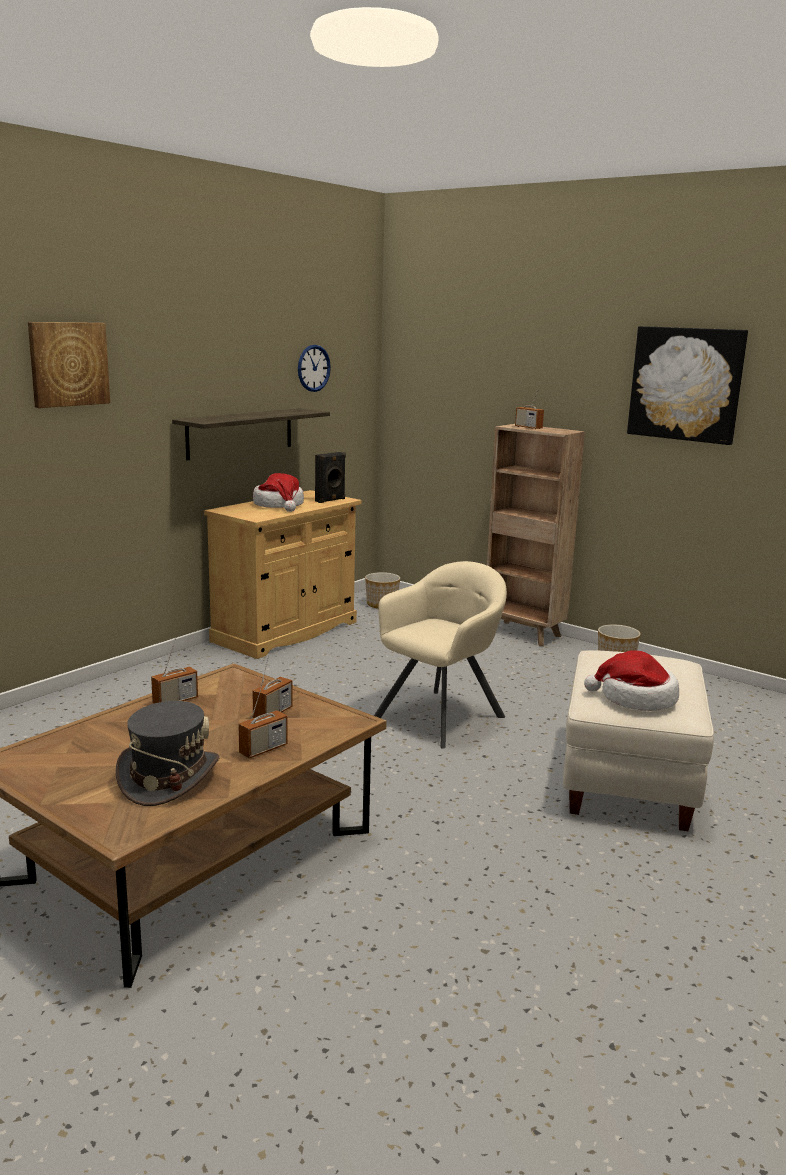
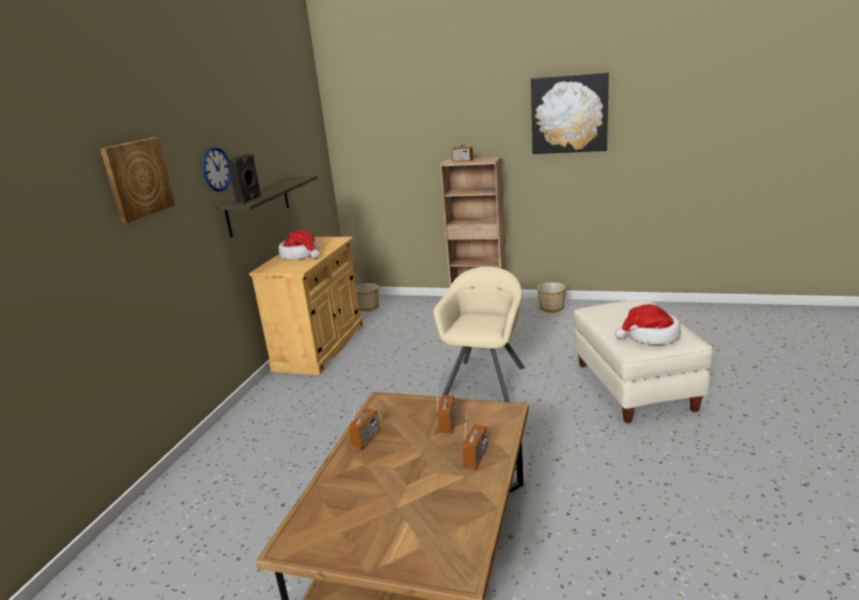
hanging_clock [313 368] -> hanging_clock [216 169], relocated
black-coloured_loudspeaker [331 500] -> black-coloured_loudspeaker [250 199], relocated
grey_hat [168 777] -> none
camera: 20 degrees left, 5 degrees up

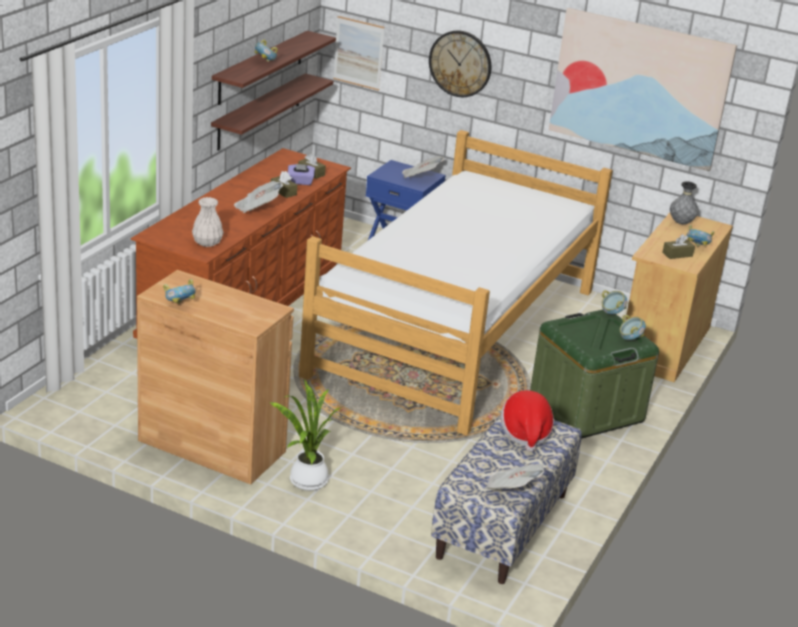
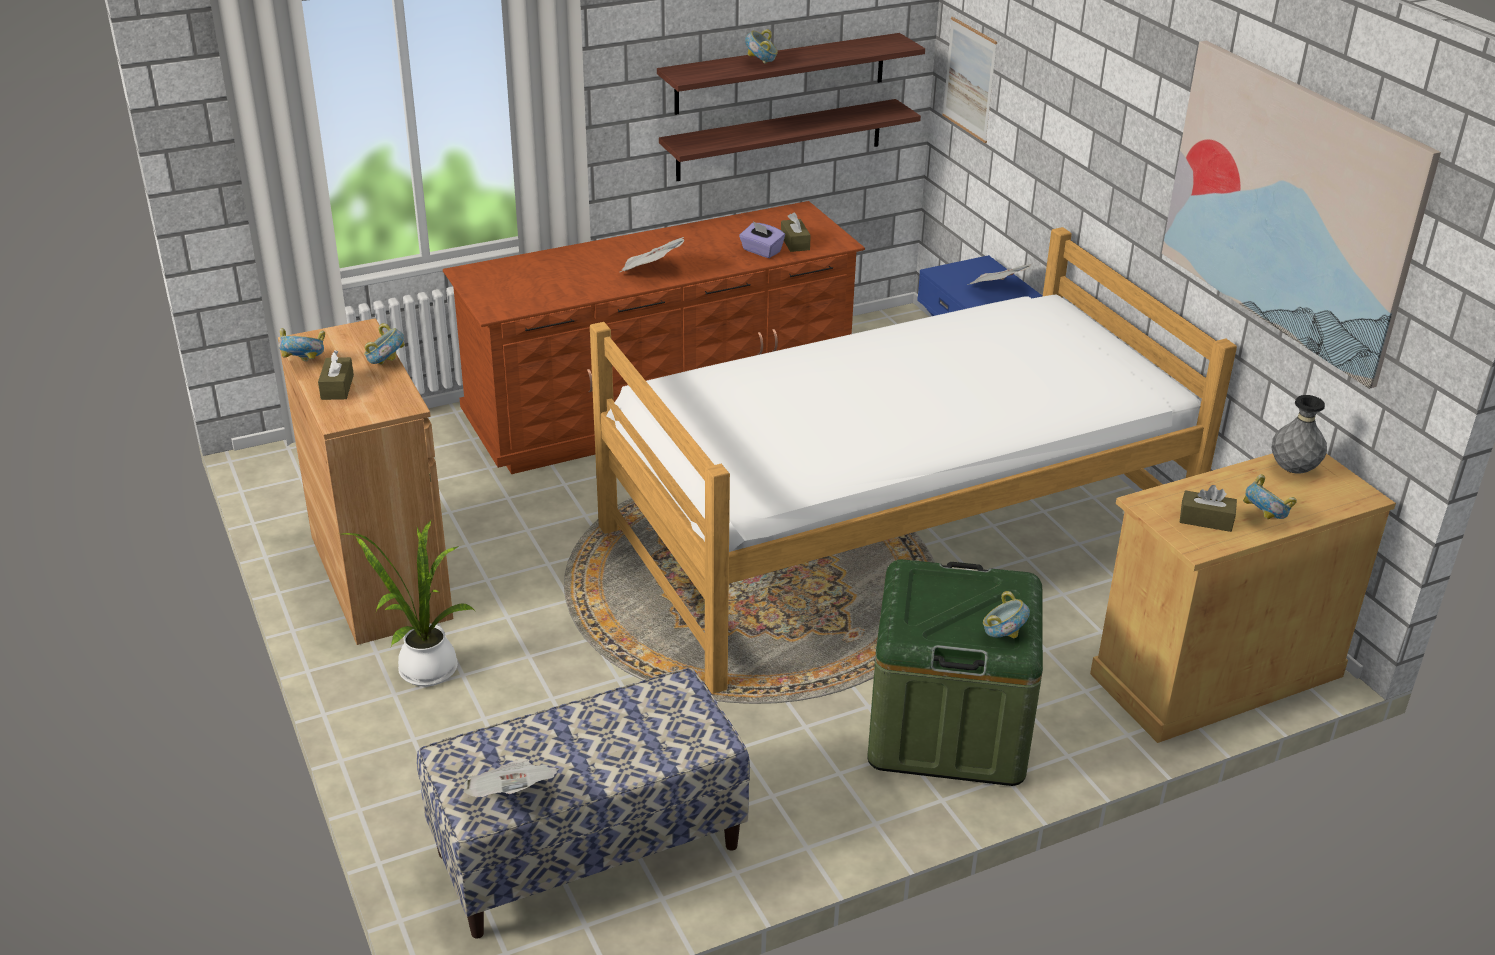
hanging_clock [460 63] -> none
brown-coloured_box_of_tissues [283 192] -> brown-coloured_box_of_tissues [337 387], relocated
whitish_flower_vase [207 243] -> none
serving_bowl [611 313] -> serving_bowl [386 364], relocated
hat [525 433] -> none
camera: 40 degrees right, 5 degrees up

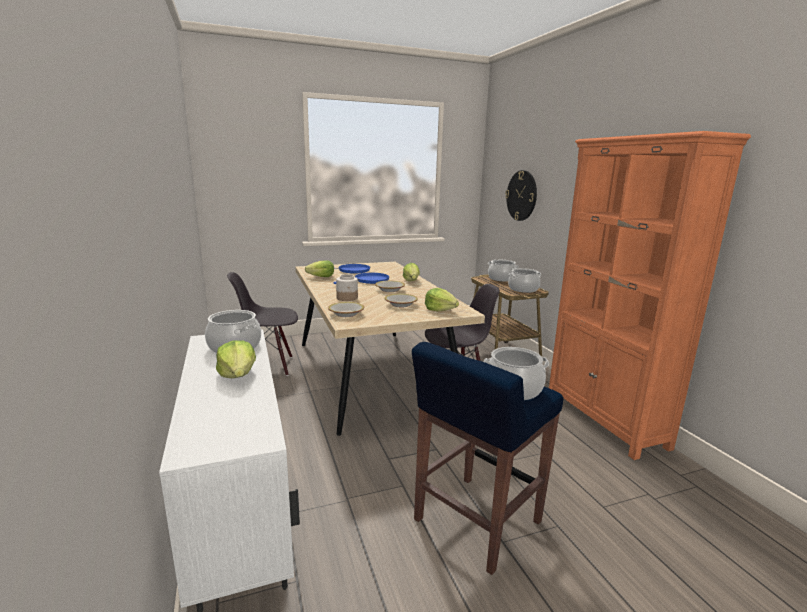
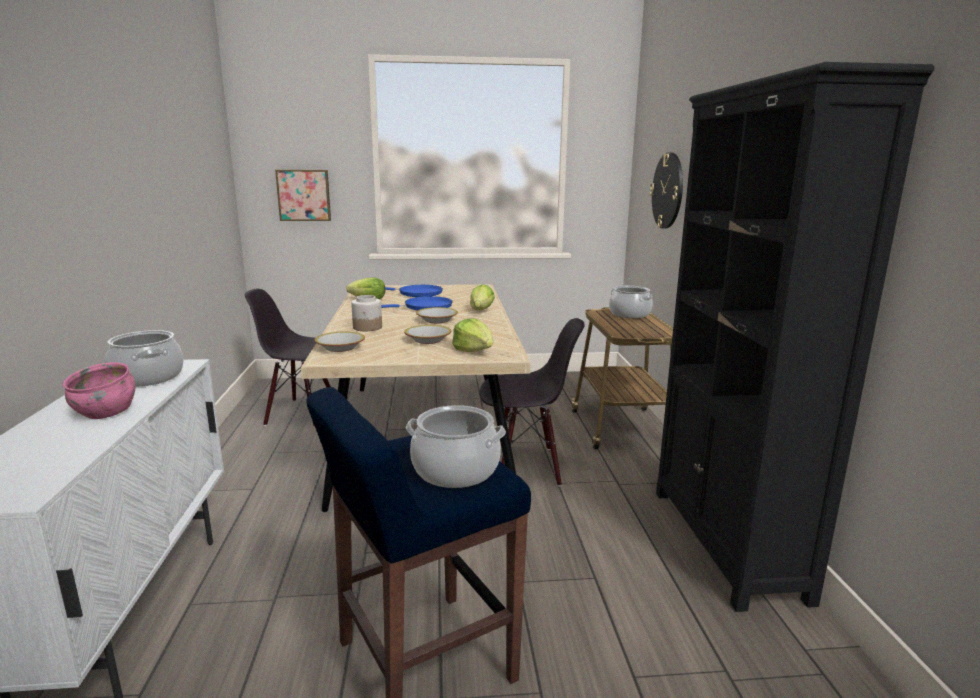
orange-coloured_bookcase [604 420] -> black-coloured_bookcase [726 543]
cooking_pot [523 289] -> none
lettuce [238 375] -> pink_serving_bowl [105 412]
none -> picture [304 195]
camera: 15 degrees right, 0 degrees up

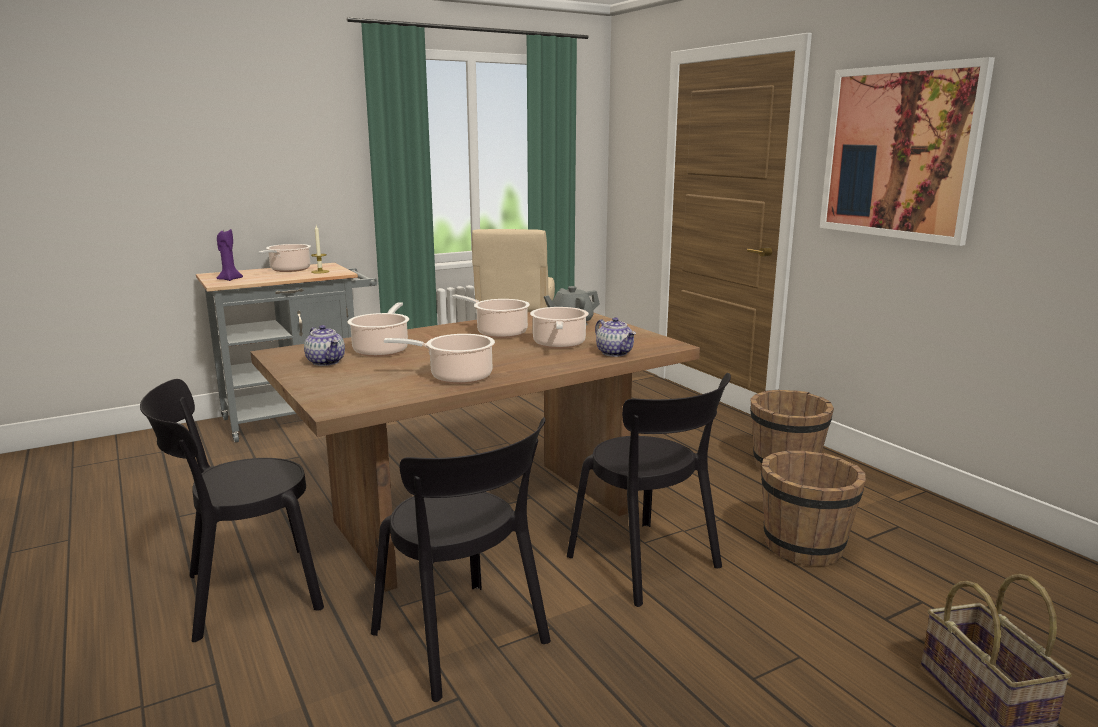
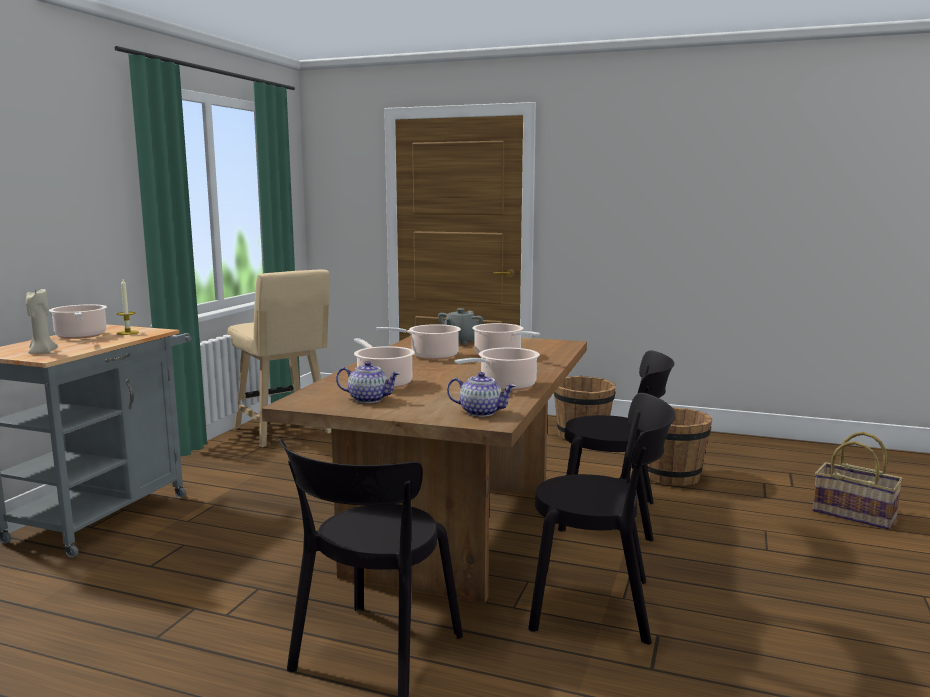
picture [899 152] -> none
purple-coloured_wax_candle [229 279] -> sand-coloured_wax_candle [42 352]
pot_for_tea [615 353] -> pot_for_tea [481 412], relocated
camera: 40 degrees left, 5 degrees down

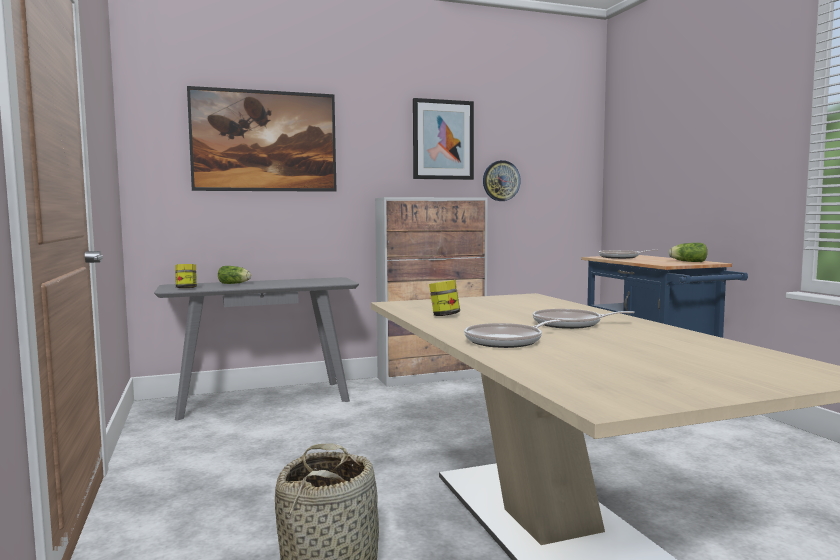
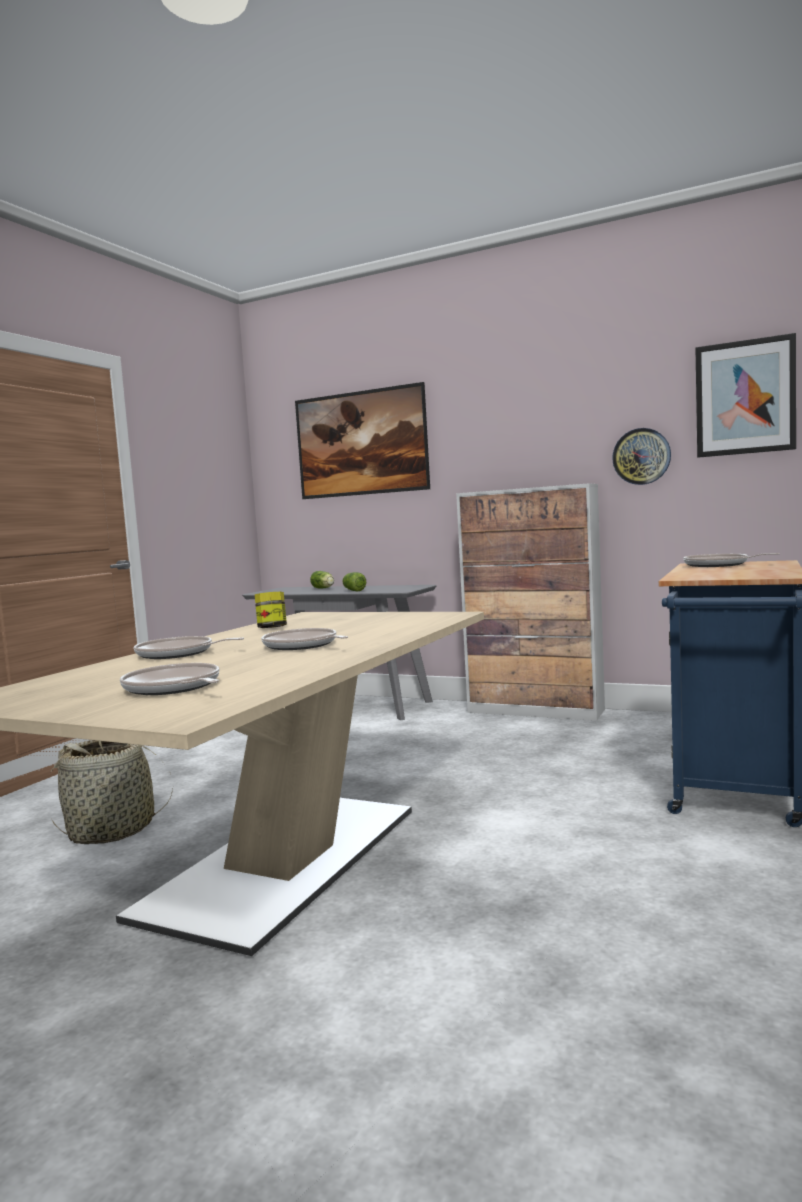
picture [443 140] -> picture [745 397], relocated
lettuce [687 261] -> lettuce [353 590], relocated
preserve_jar [186 288] -> none
none -> skillet [173 688]
camera: 45 degrees right, 0 degrees up

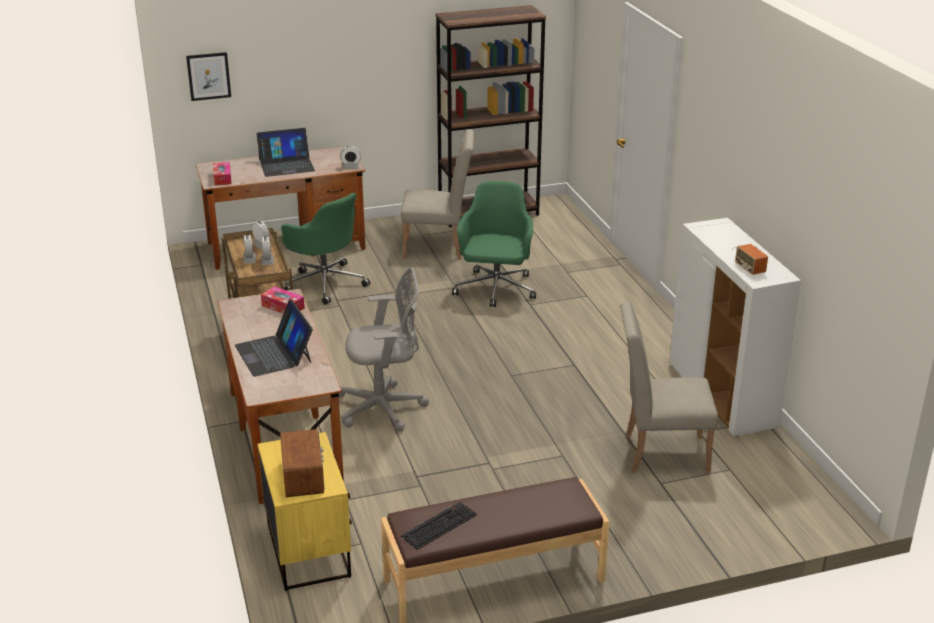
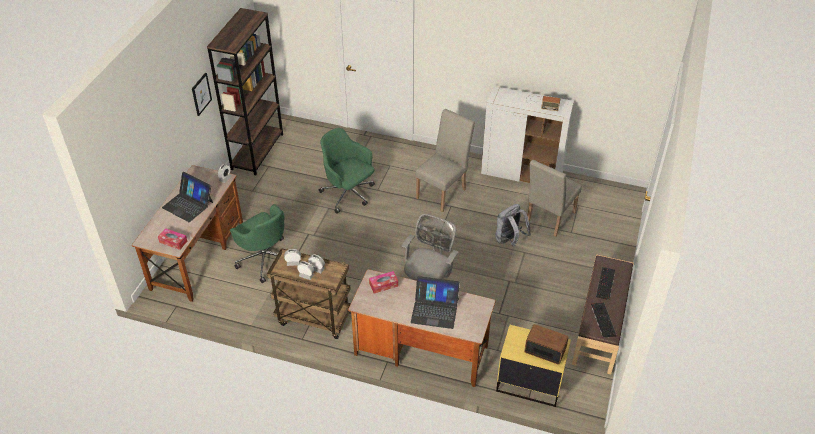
picture [208 76] -> picture [201 94], relocated
portable_computer [286 165] -> portable_computer [188 204], 105 degrees clockwise
sand-coloured_chair [439 249] -> sand-coloured_chair [443 191], relocated
green-coloured_computer_chair [325 282] -> green-coloured_computer_chair [265 258], 60 degrees clockwise
none -> grey_rucksack [509 240]
none -> PC_keyboard [606 284]
camera: 55 degrees left, 15 degrees up

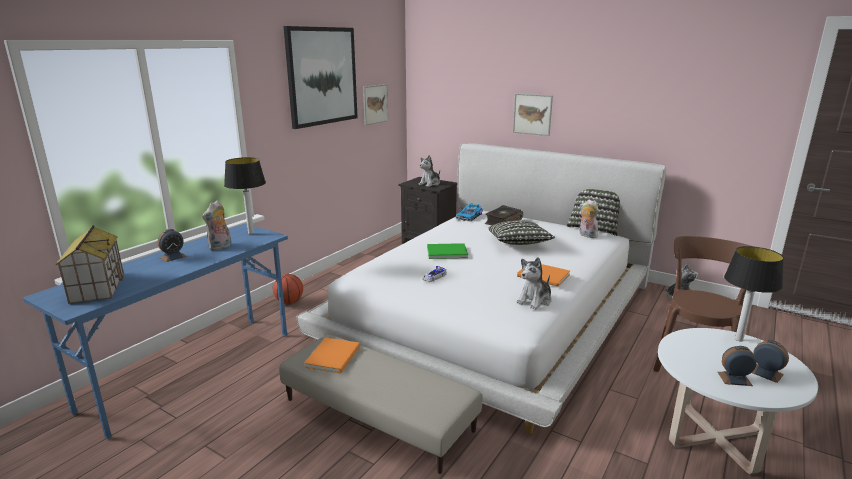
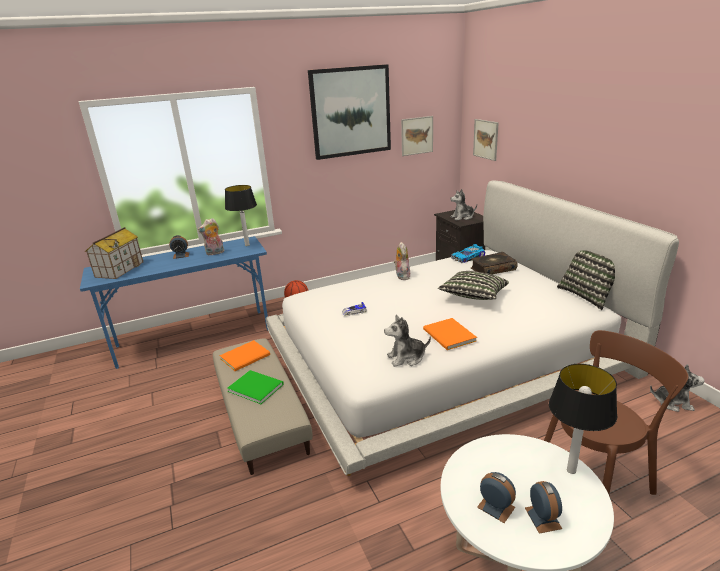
picture [532 114] -> picture [485 139], relocated
cuddly_toy [586 235] -> cuddly_toy [401 276], relocated
green-coloured_book [445 252] -> green-coloured_book [255 387], relocated
camera: 35 degrees right, 5 degrees up

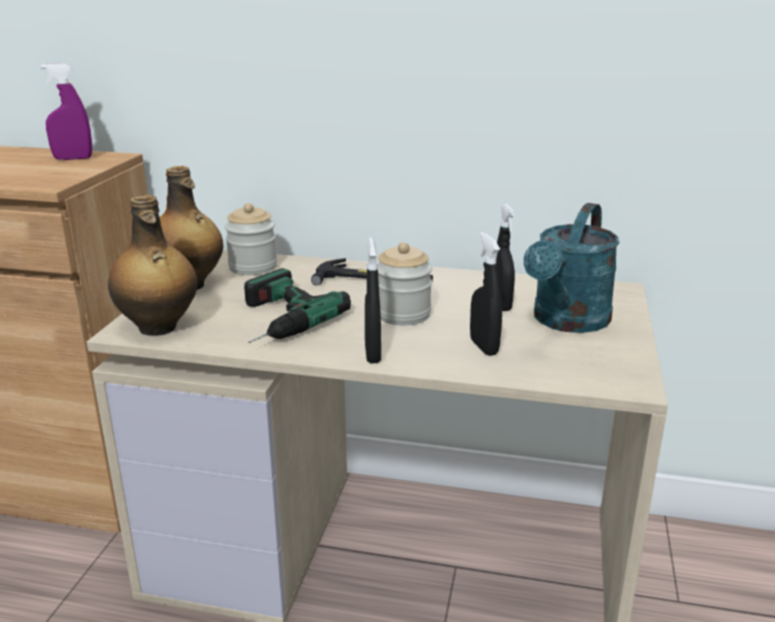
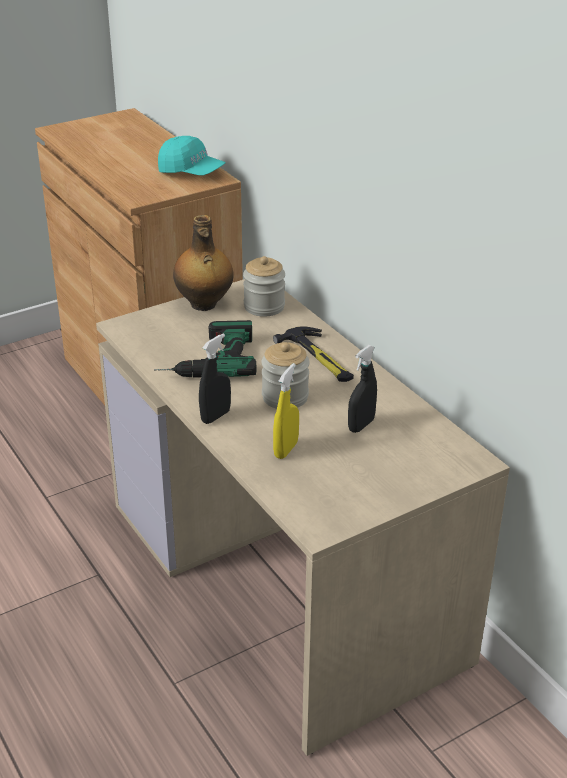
purple-coloured_sprayer [73 158] -> turquoise_peaked_cap [191 172]
bottle [158 328] -> none
turquoise_watering_can [567 322] -> none
black-coloured_sprayer [484 347] -> yellowish_sprayer [286 449]
camera: 45 degrees right, 10 degrees up

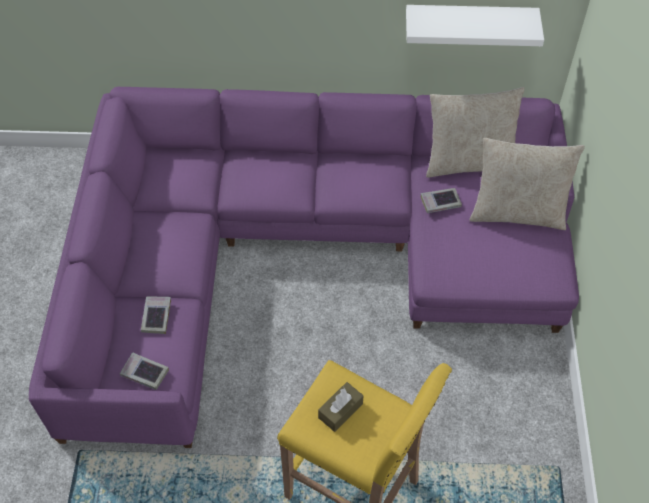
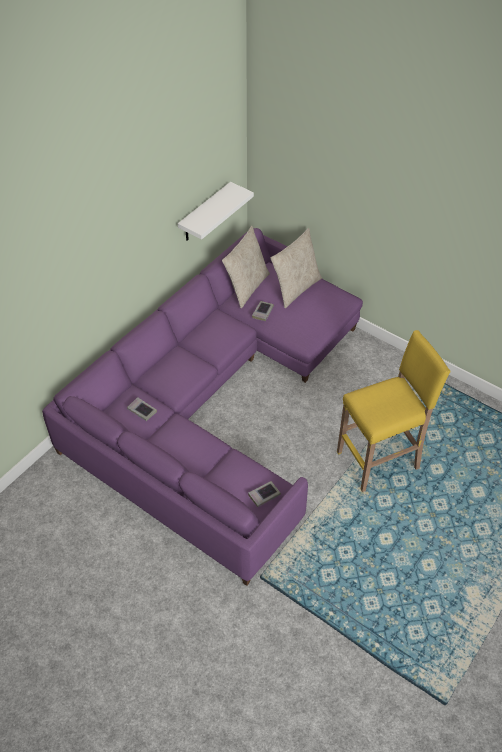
book [156 316] -> book [142 411], relocated
brown-coloured_box_of_tissues [340 410] -> none
camera: 55 degrees left, 5 degrees down

